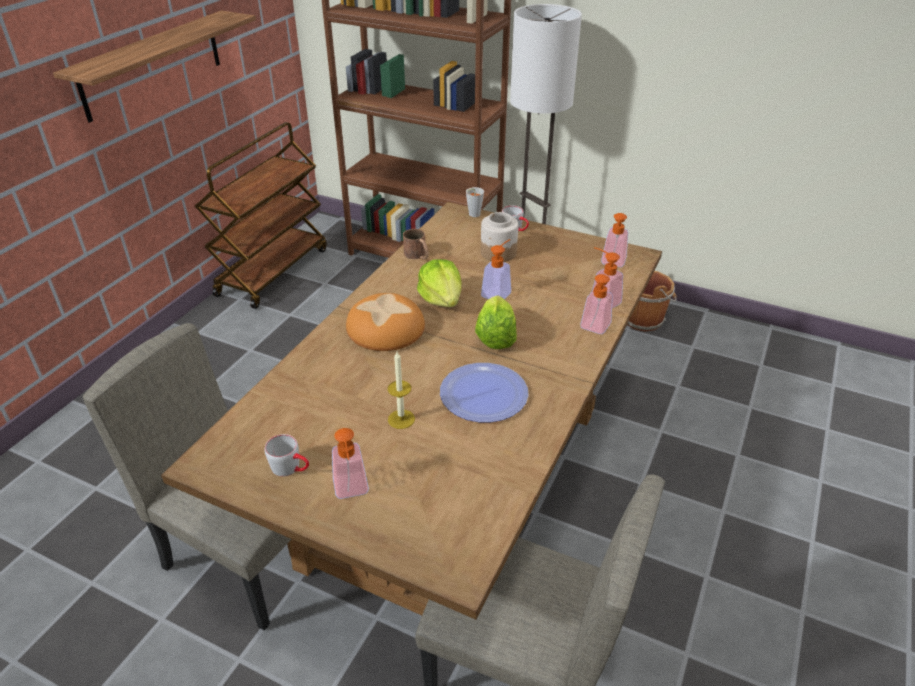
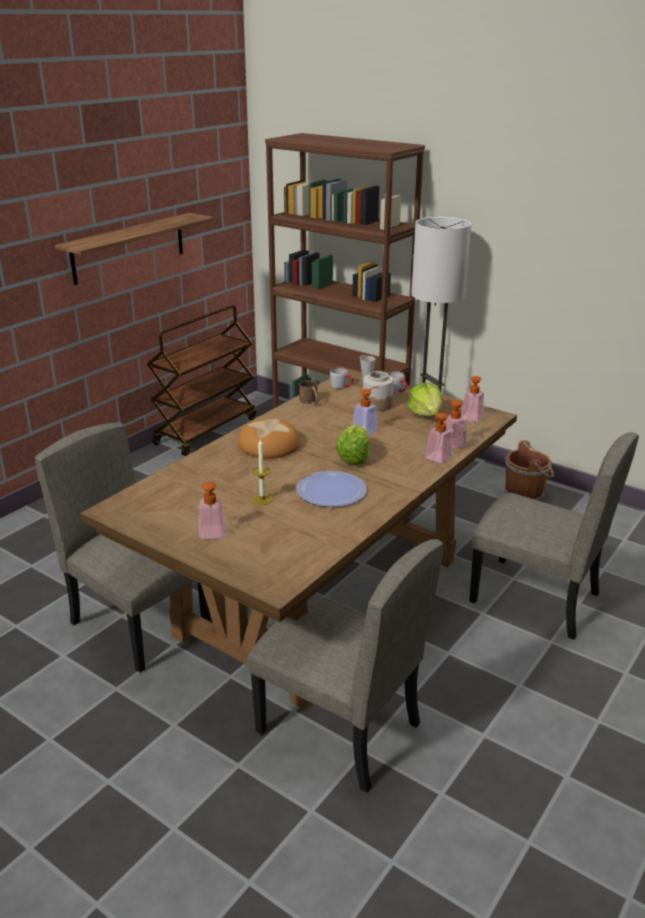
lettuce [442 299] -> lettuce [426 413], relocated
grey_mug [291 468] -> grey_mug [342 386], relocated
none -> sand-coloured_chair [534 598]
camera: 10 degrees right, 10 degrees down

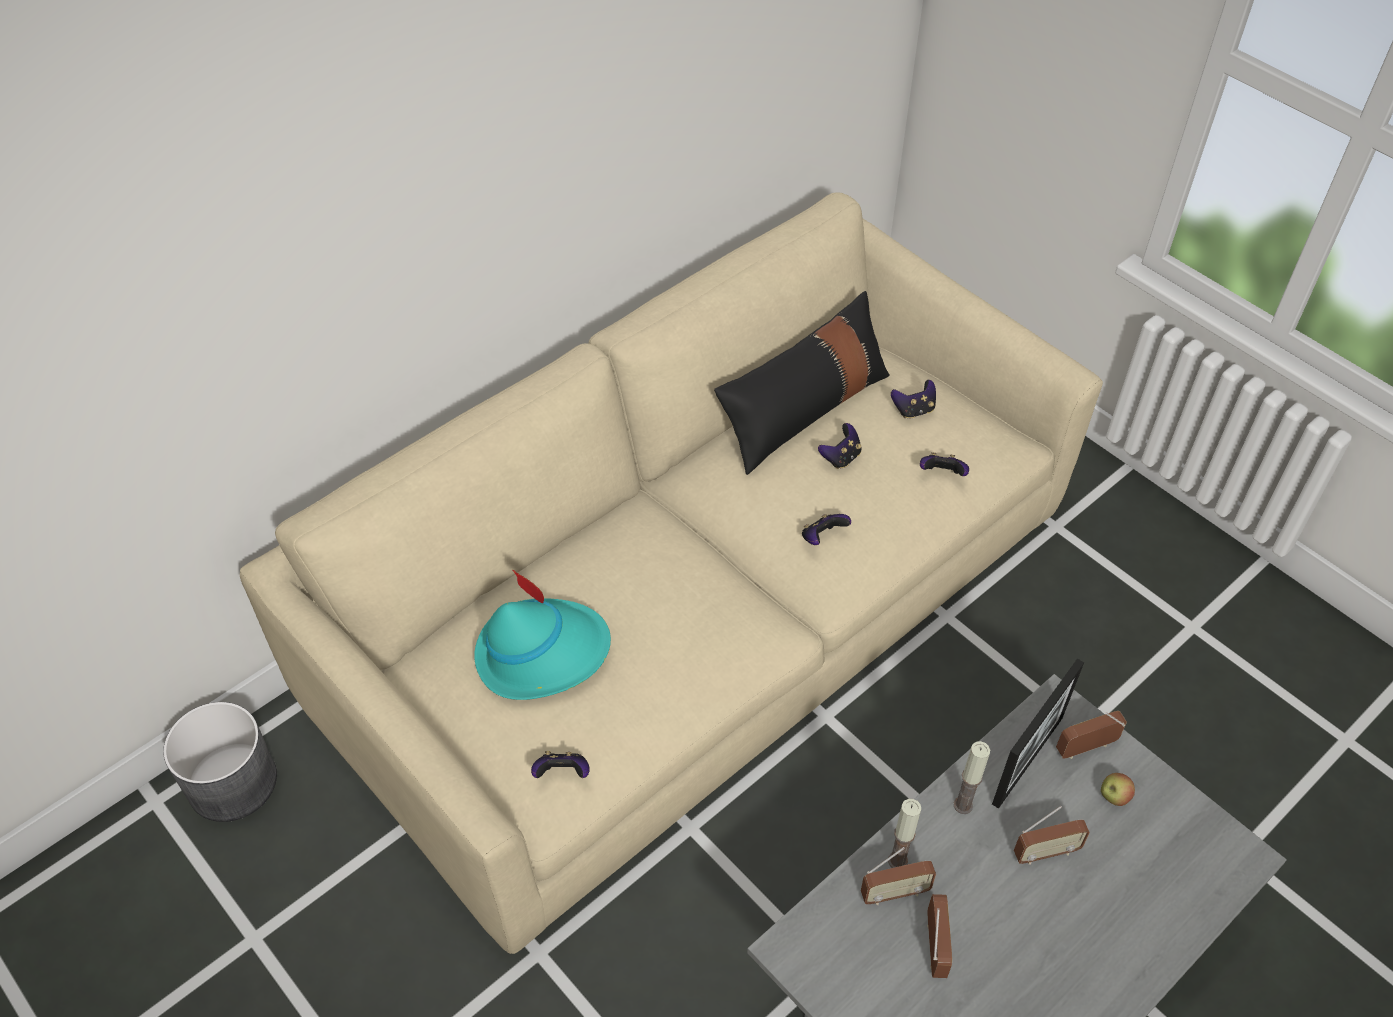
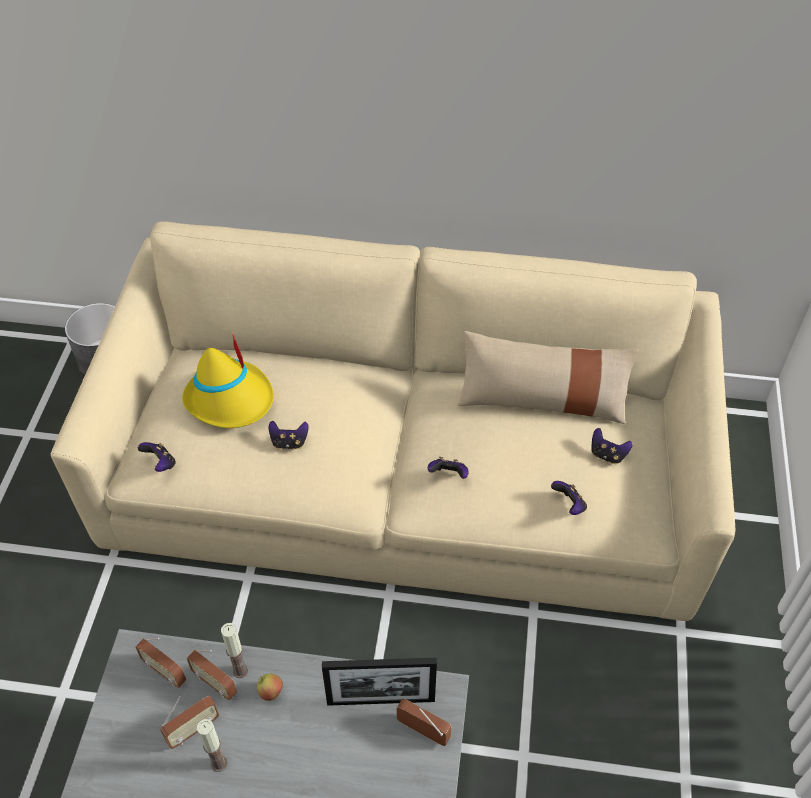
black-coloured_throw_pillow [804 411] -> sand-coloured_throw_pillow [542 400]
game_controller [841 457] -> game_controller [289 442], relocated
turquoise_hat [542 653] -> yellowish_hat [231 399]
wax_candle [963 805] -> wax_candle [219 763], relocated
apple_fruit [1113 797] -> apple_fruit [271 692], relocated
radio_receiver [1045 852] -> radio_receiver [165 671], relocated
camera: 50 degrees right, 0 degrees up

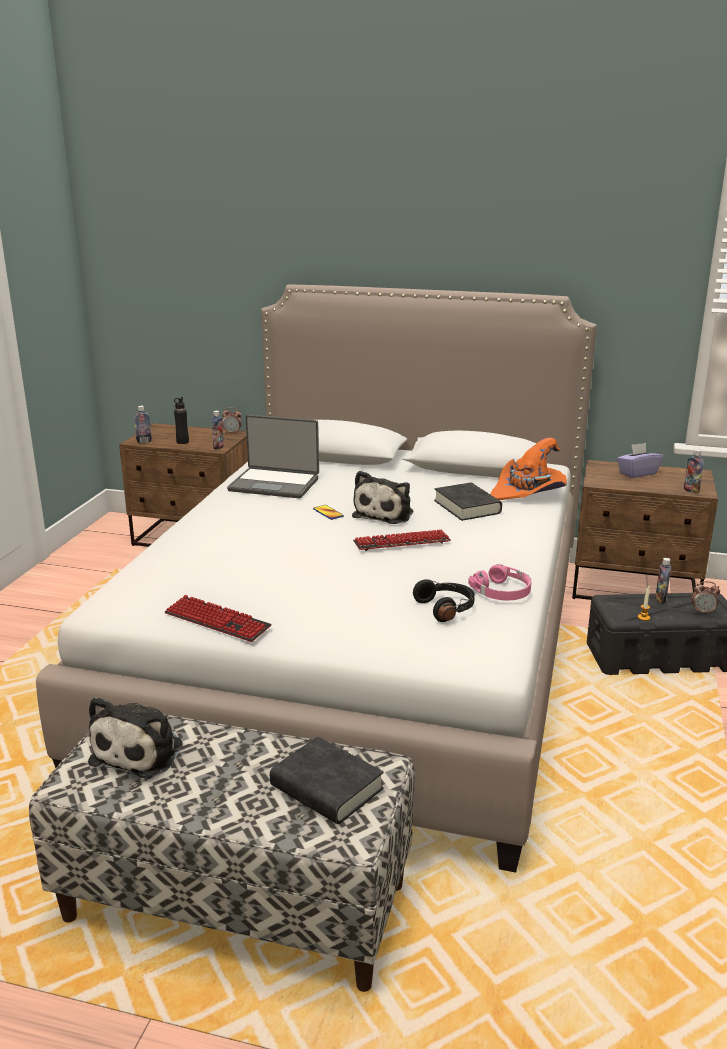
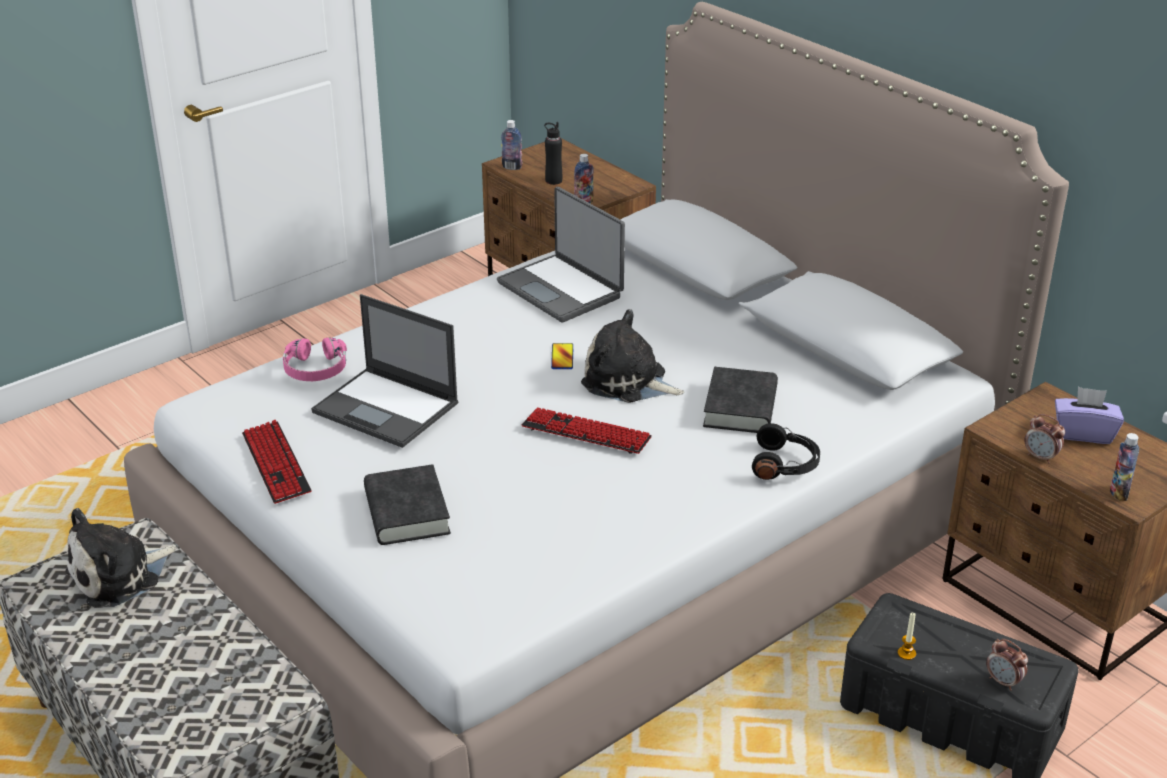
table_clock [232 433] -> table_clock [1041 457], relocated
orange-coloured_hat [528 492] -> none
cuddly_toy [385 513] -> cuddly_toy [628 382], 60 degrees clockwise
bottle [660 599] -> none
pink_headphones [502 592] -> pink_headphones [315 369], relocated
black-coloured_headphones [446 608] -> black-coloured_headphones [785 465], relocated
black-coloured_book [326 788] -> black-coloured_book [407 512], relocated
none -> portable_computer [387 408]
camera: 35 degrees right, 10 degrees up

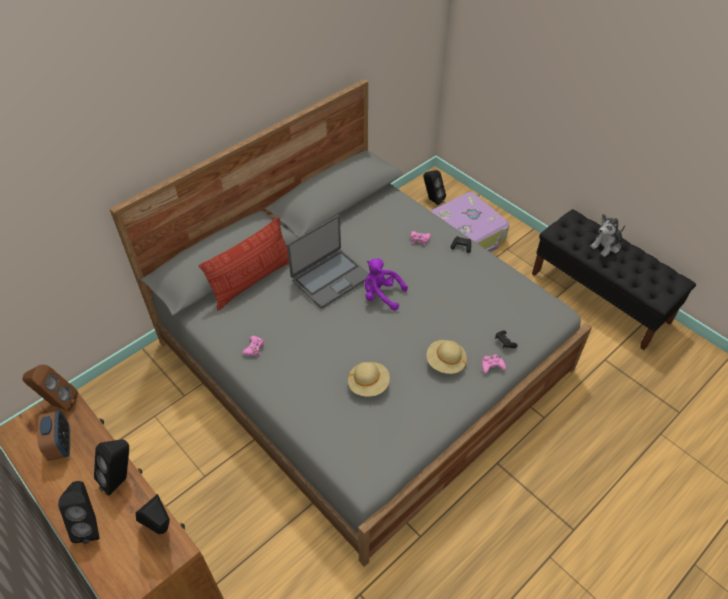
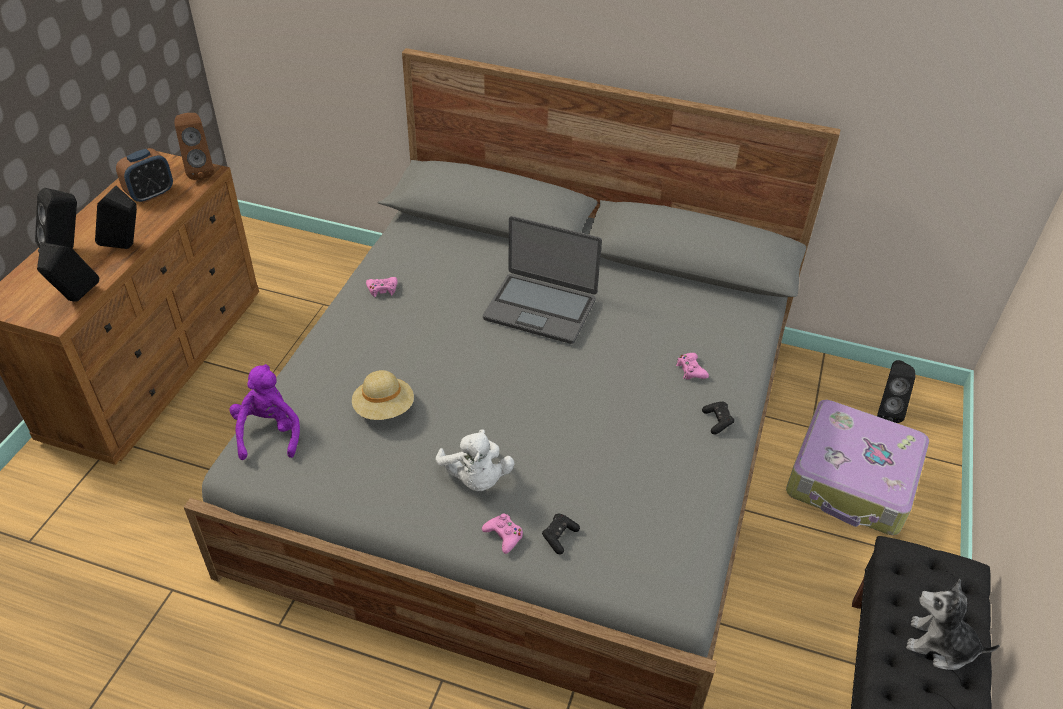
throw_pillow [253 280] -> none
purple-coloured_cuddly_toy [381 295] -> purple-coloured_cuddly_toy [269 432], relocated
sand-coloured_hat [445 362] -> whitish_cuddly_toy [475 479]
camera: 60 degrees right, 5 degrees down

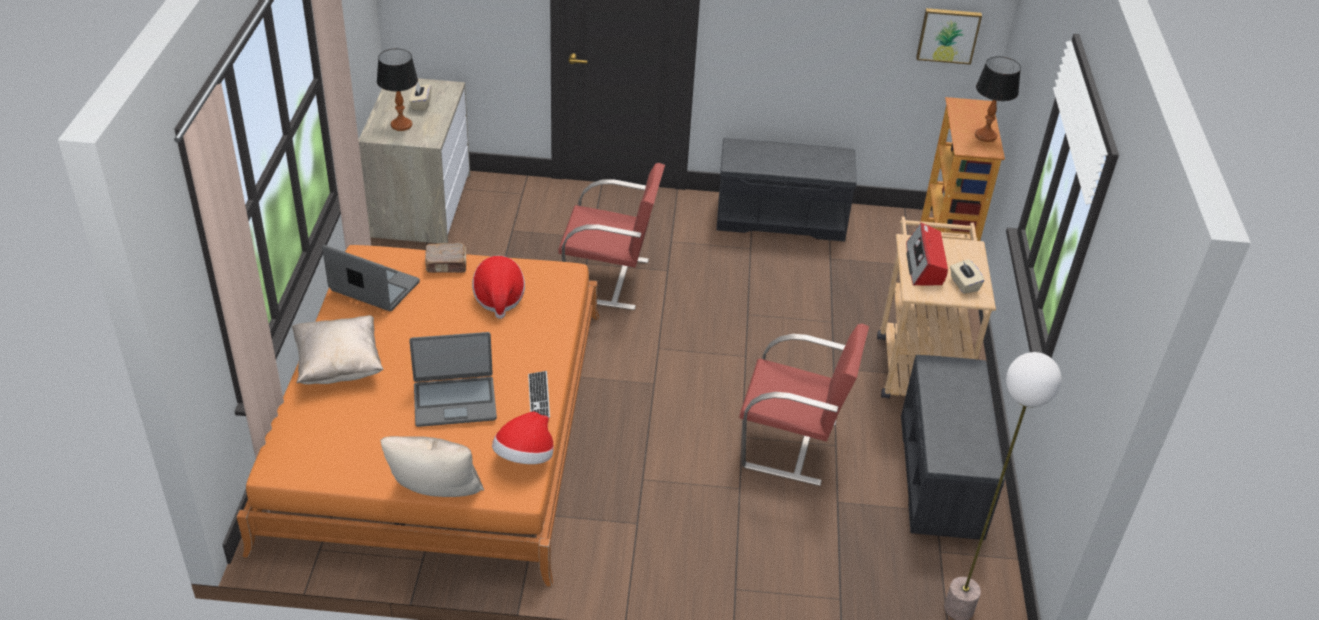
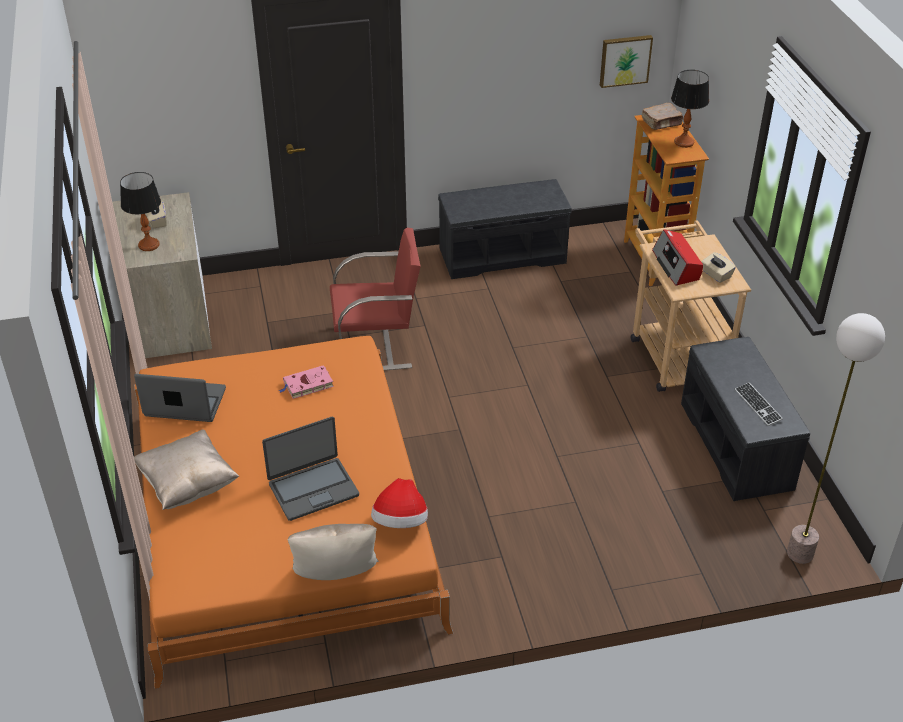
brown-coloured_book [447 265] -> brown-coloured_book [662 123], relocated
hat [499 298] -> pink_book [307 385]
red_chair [792 445] -> none
PC_keyboard [539 397] -> PC_keyboard [758 405], relocated
camera: 15 degrees left, 0 degrees up

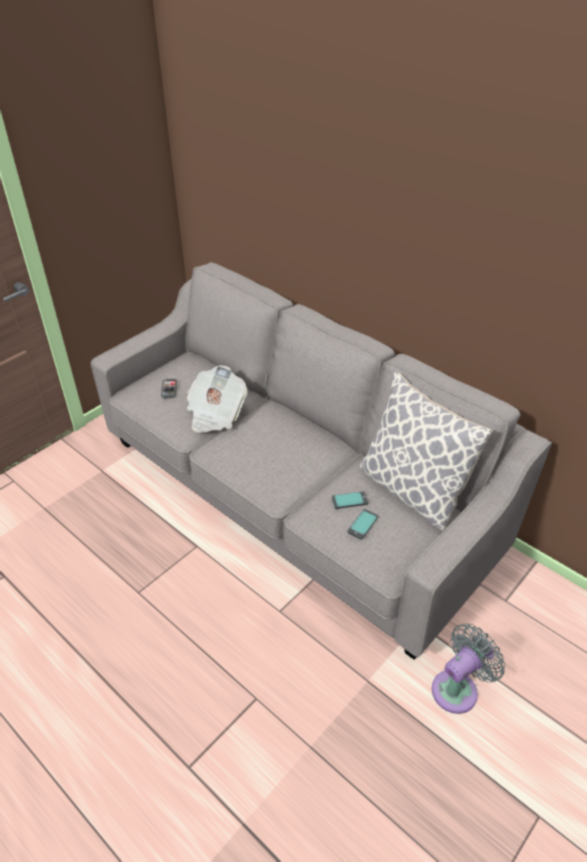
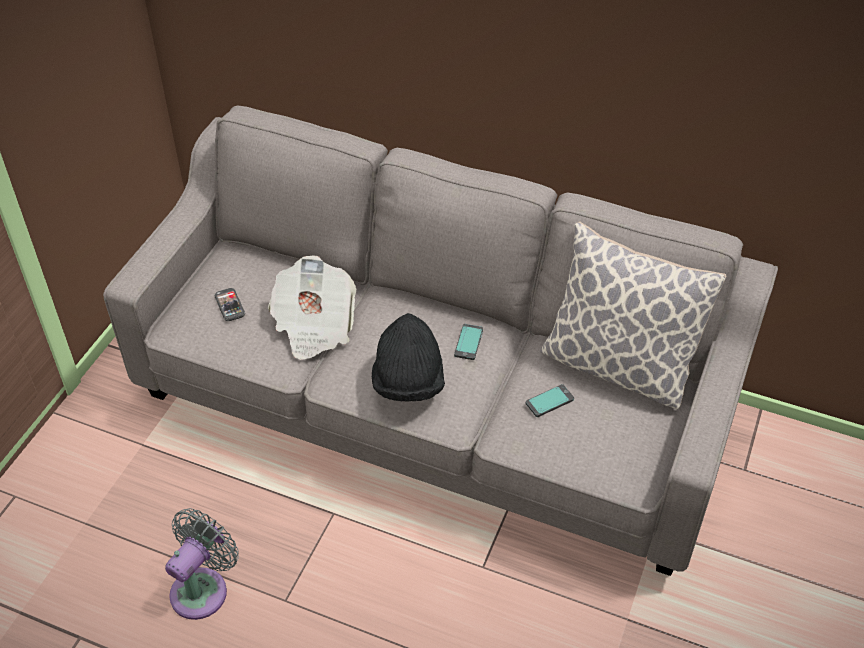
phone [363 524] -> phone [469 342], relocated
grey_electric_fan [458 688] -> grey_electric_fan [203 588], relocated
none -> black-coloured_hat [408 382]
camera: 20 degrees left, 5 degrees up

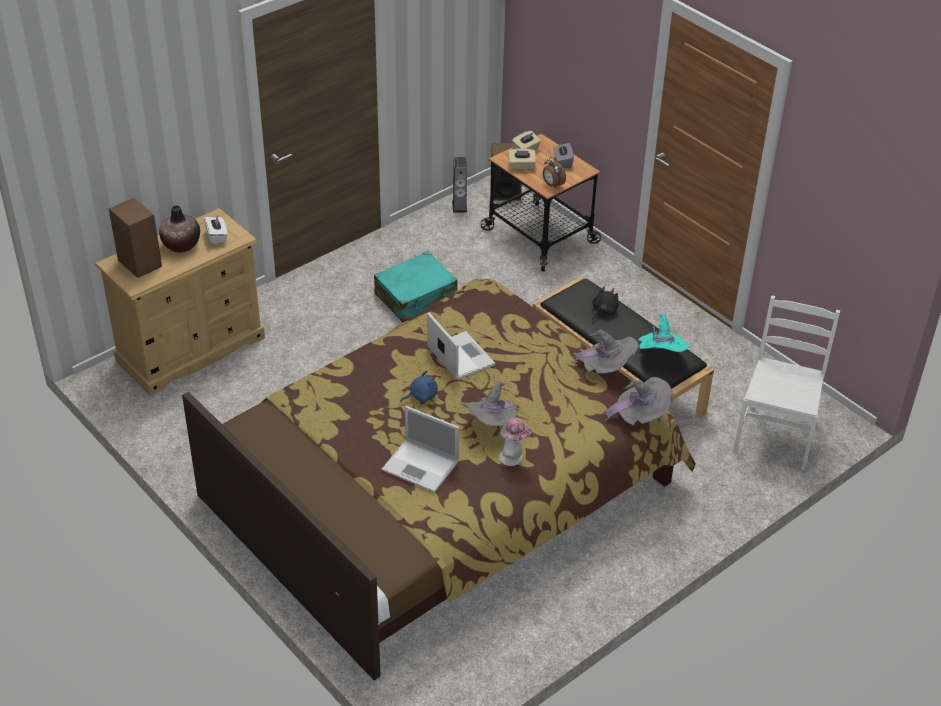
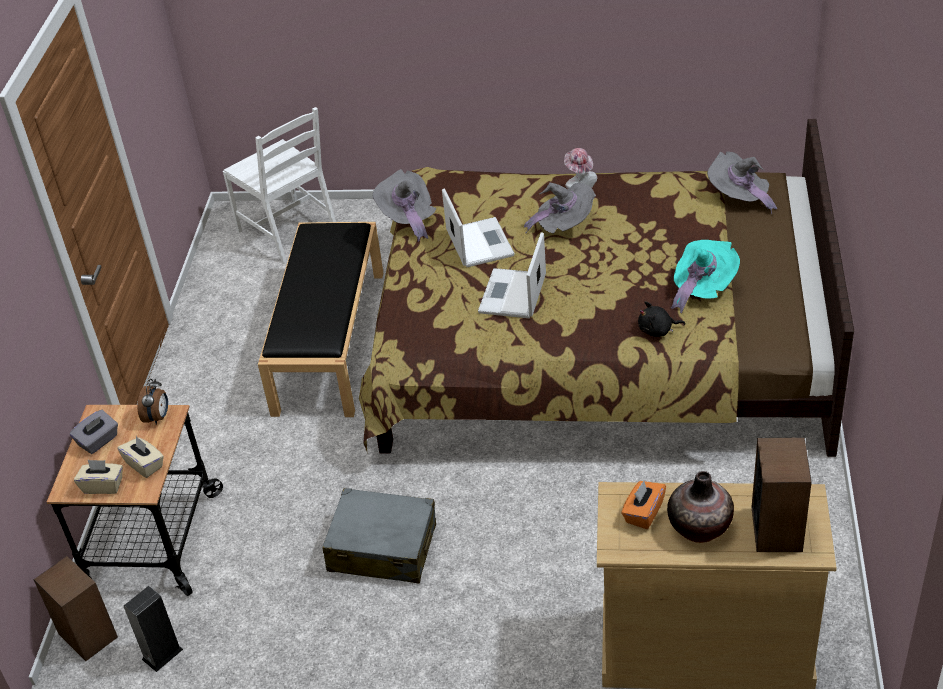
whitish_box_of_tissues [217 237] -> orange-coloured_box_of_tissues [643 513]
turquoise_travel_case [416 297] -> grey_travel_case [382 548]
black-coloured_cuddly_toy [603 311] -> black-coloured_cuddly_toy [657 330], relocated
whitish_chair [775 434] -> whitish_chair [289 231], 105 degrees counterclockwise
turquoise_hat [660 356] -> turquoise_hat [702 288], relocated
blue_cuddly_toy [421 396] -> none
grey_hat [640 415] -> grey_hat [739 198], relocated
portable_computer [421 466] -> portable_computer [479 242], relocated
camera: 130 degrees left, 0 degrees up

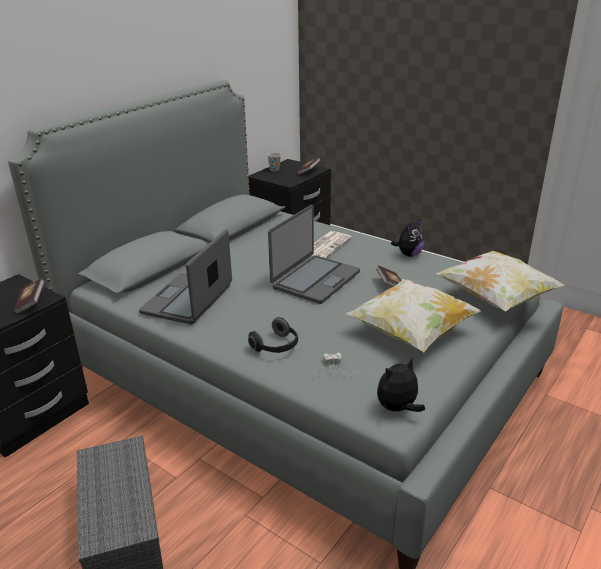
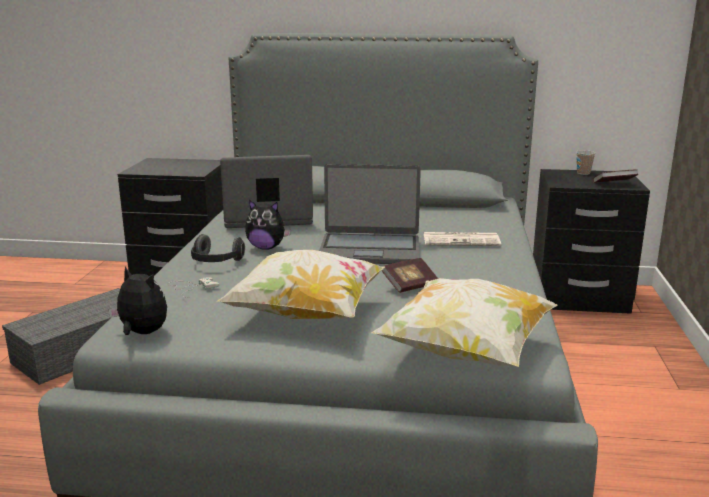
cuddly_toy [409 254] -> cuddly_toy [266 247], relocated
book [31 303] -> none
camera: 60 degrees right, 10 degrees down

